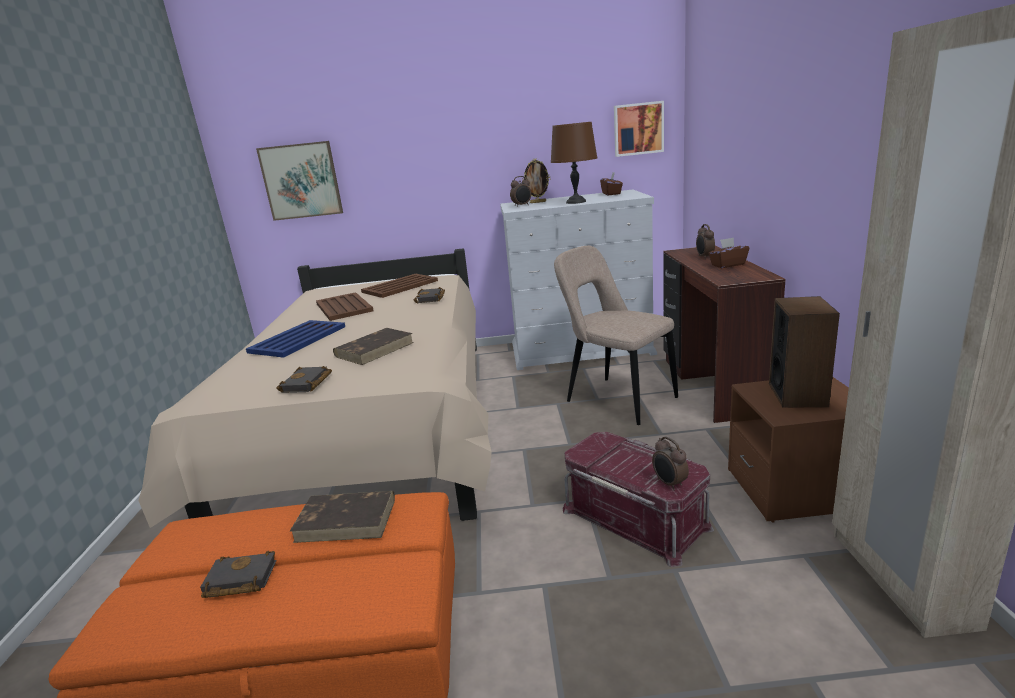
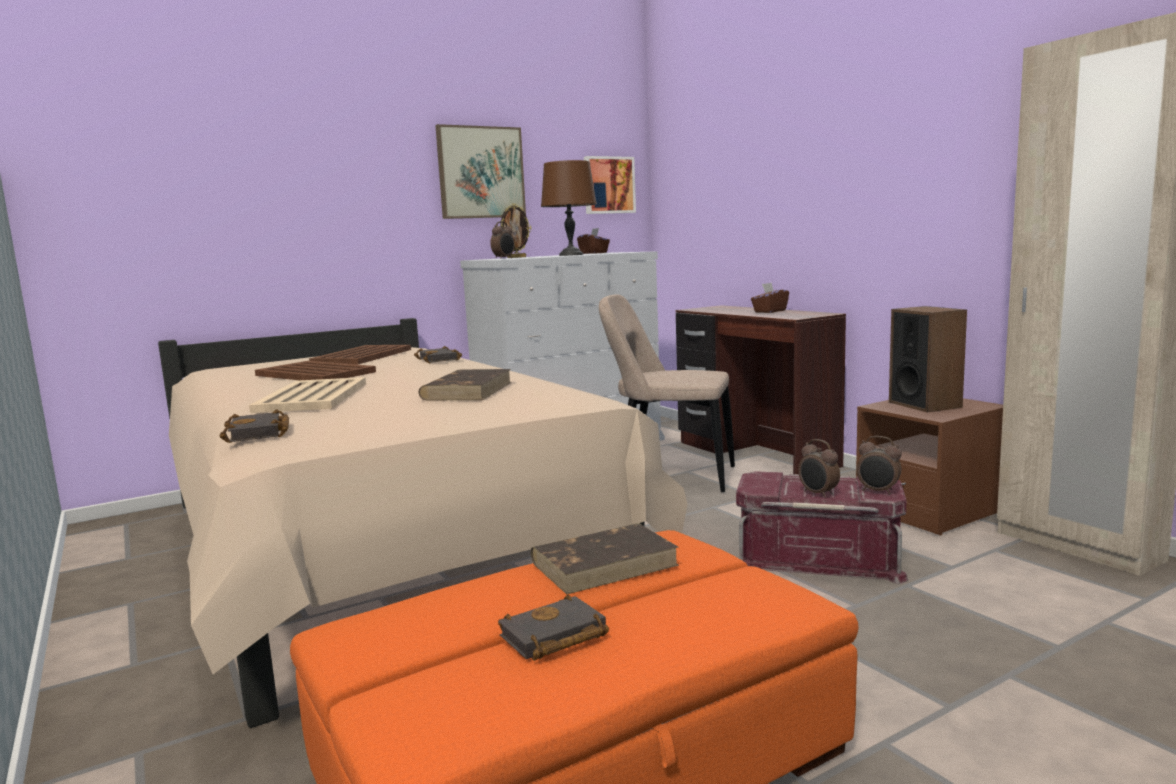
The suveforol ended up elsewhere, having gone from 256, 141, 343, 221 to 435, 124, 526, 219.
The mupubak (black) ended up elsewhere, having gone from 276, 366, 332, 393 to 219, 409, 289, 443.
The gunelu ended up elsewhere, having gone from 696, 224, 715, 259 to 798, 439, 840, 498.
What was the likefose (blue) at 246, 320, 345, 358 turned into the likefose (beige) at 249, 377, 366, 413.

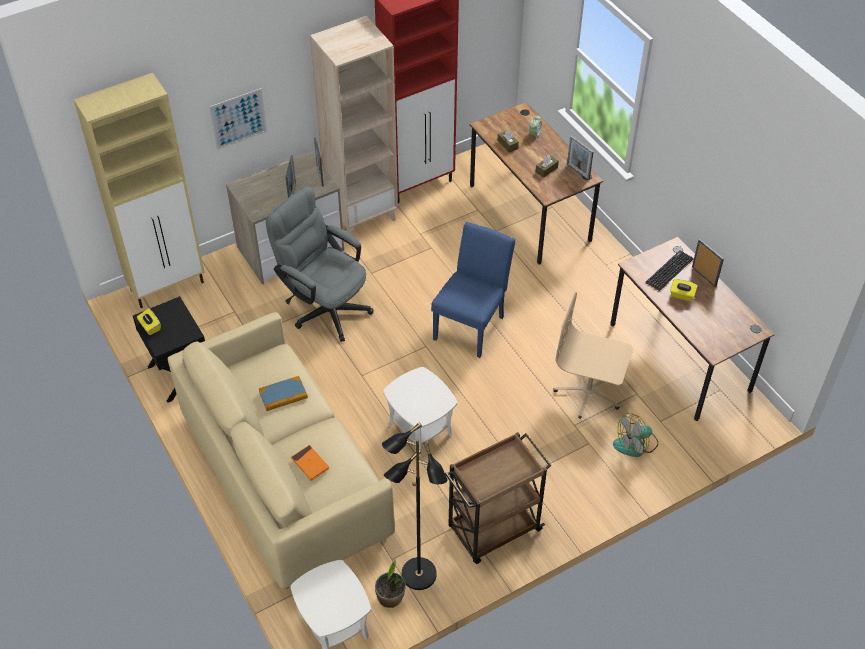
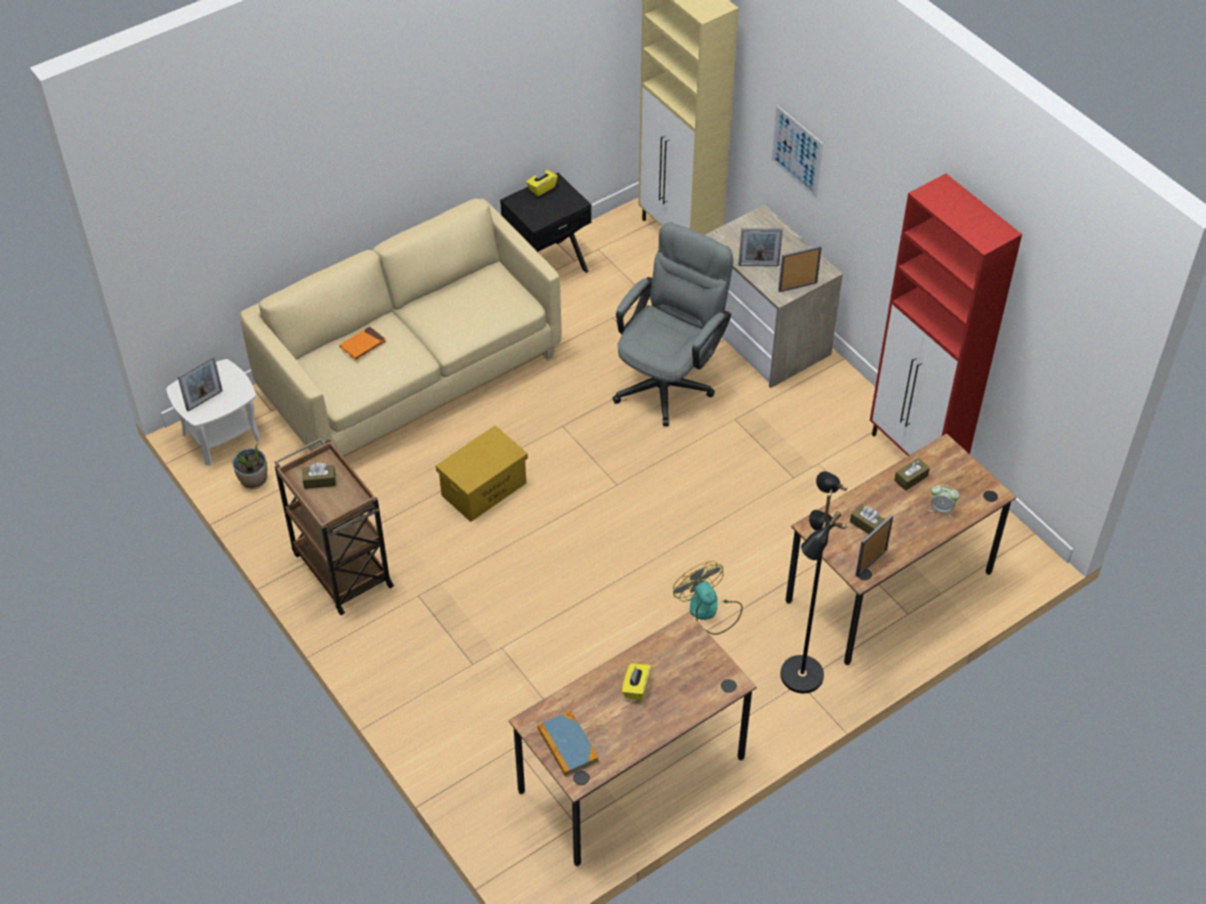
The second view lost the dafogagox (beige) at 310, 16, 398, 235.
The second view lost the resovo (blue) at 431, 222, 515, 358.
The second view lost the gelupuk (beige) at 554, 292, 633, 419.
The second view lost the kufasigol at 646, 250, 694, 291.
The second view gained the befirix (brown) at 302, 463, 336, 489.
The mupubak ended up elsewhere, having gone from 259, 376, 308, 411 to 537, 711, 599, 777.
The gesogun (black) ended up elsewhere, having gone from 382, 423, 448, 590 to 780, 471, 848, 693.
The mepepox ended up elsewhere, having gone from 613, 413, 658, 457 to 673, 561, 743, 635.
The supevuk ended up elsewhere, having gone from 692, 239, 724, 287 to 178, 356, 223, 412.
Where the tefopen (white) stood at 383, 367, 457, 456, the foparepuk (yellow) came to stand at 436, 426, 528, 522.

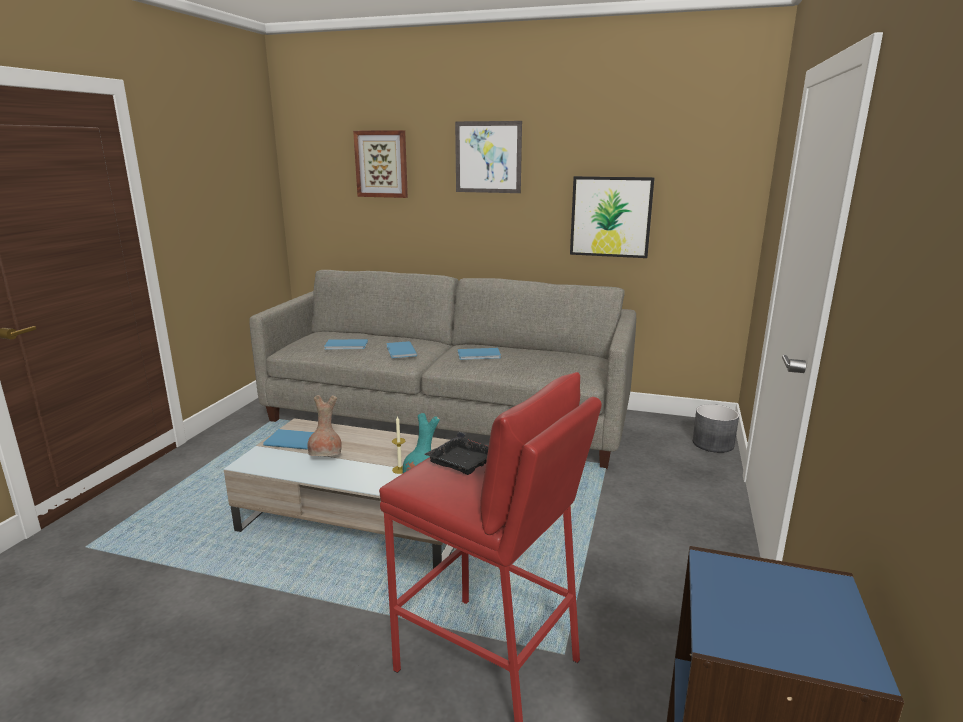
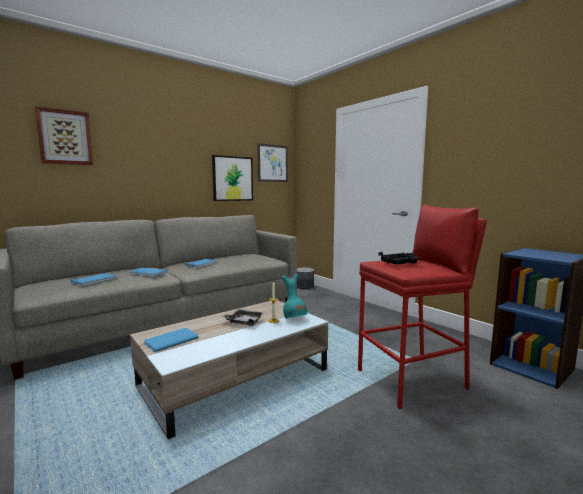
The second view lost the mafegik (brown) at 307, 395, 342, 456.
The second view gained the likefose (grey) at 222, 309, 263, 326.
The suveforol ended up elsewhere, having gone from 455, 121, 522, 193 to 257, 143, 288, 182.

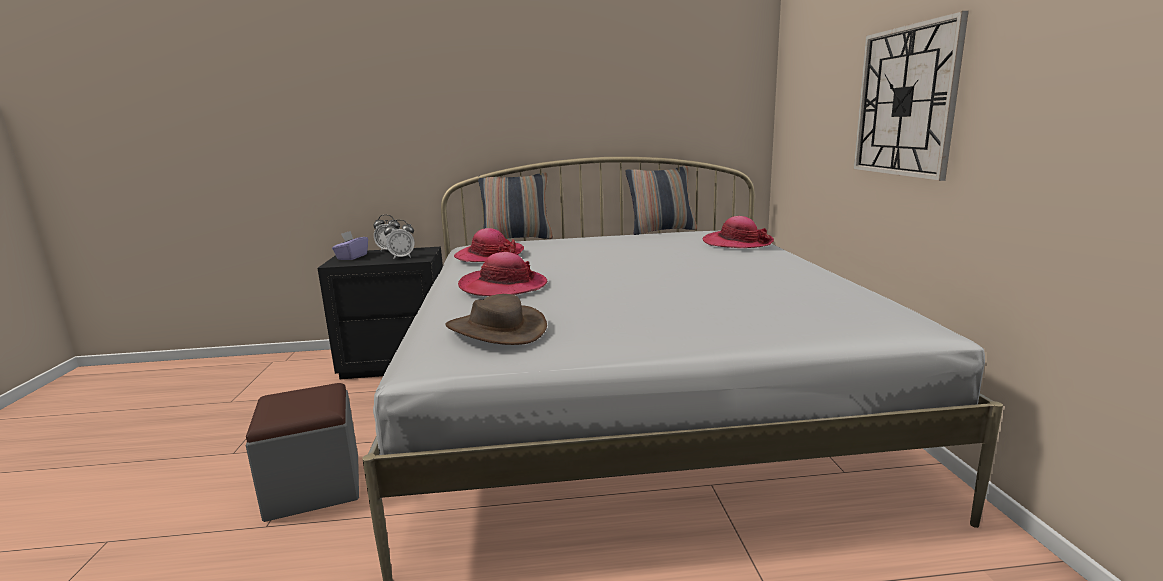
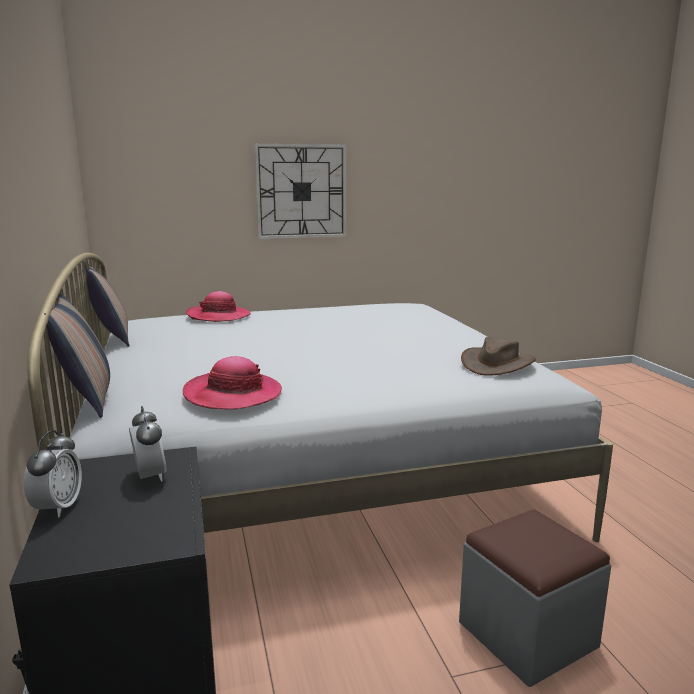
The second view lost the befirix (purple) at 332, 231, 368, 260.
The second view lost the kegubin at 458, 252, 548, 296.

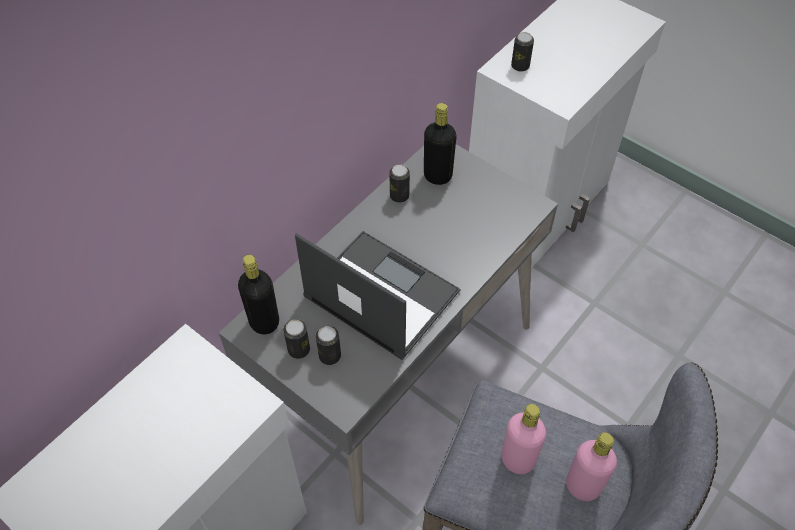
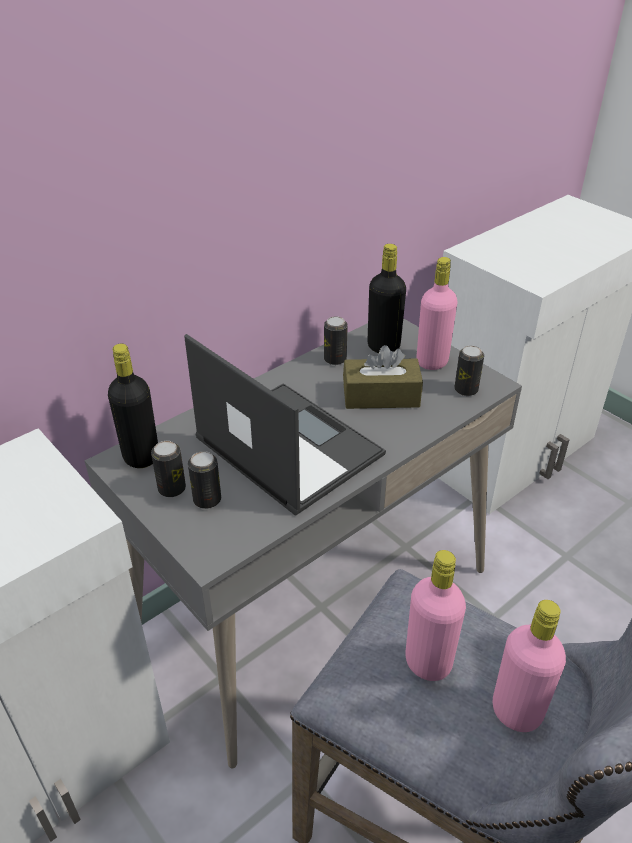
The second view gained the befirix (brown) at 343, 345, 423, 409.
The second view gained the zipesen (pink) at 417, 257, 458, 370.
The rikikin ended up elsewhere, having gone from 511, 32, 534, 72 to 454, 346, 484, 396.

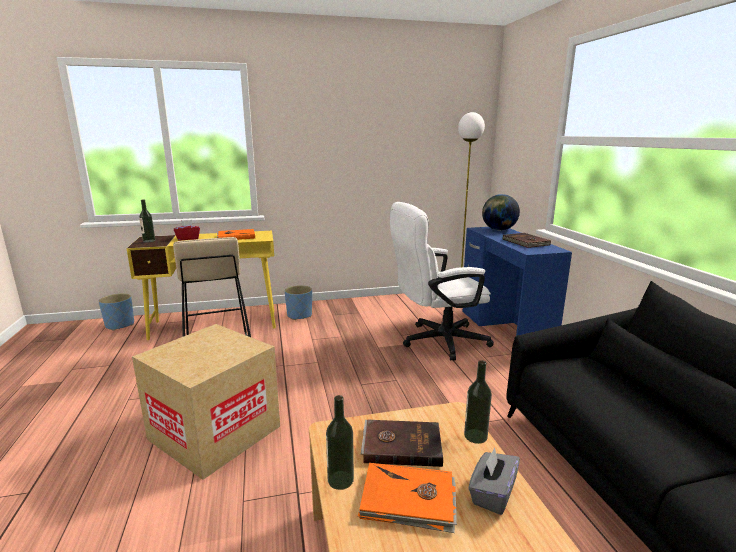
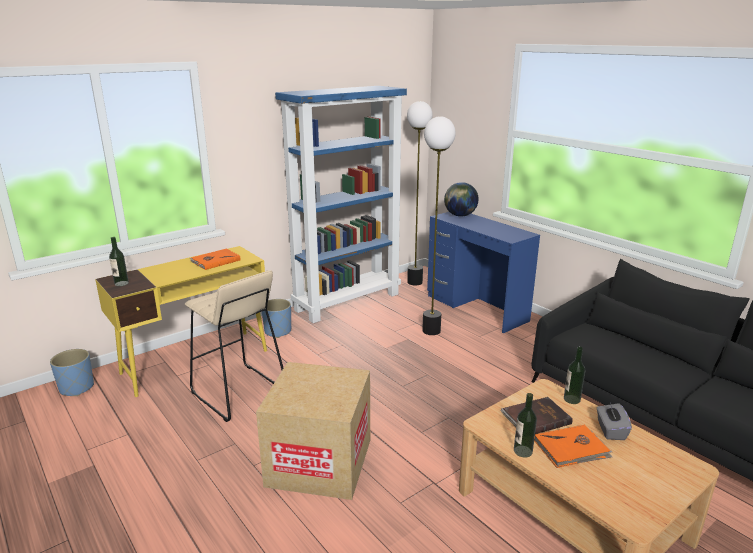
The second view lost the befirix (red) at 174, 220, 200, 240.
The second view lost the mupubak (brown) at 503, 233, 551, 248.
The second view gained the dafogagox (blue) at 275, 86, 407, 323.
Where the gelupuk (white) stood at 390, 202, 494, 361, the gesogun came to stand at 422, 116, 456, 335.

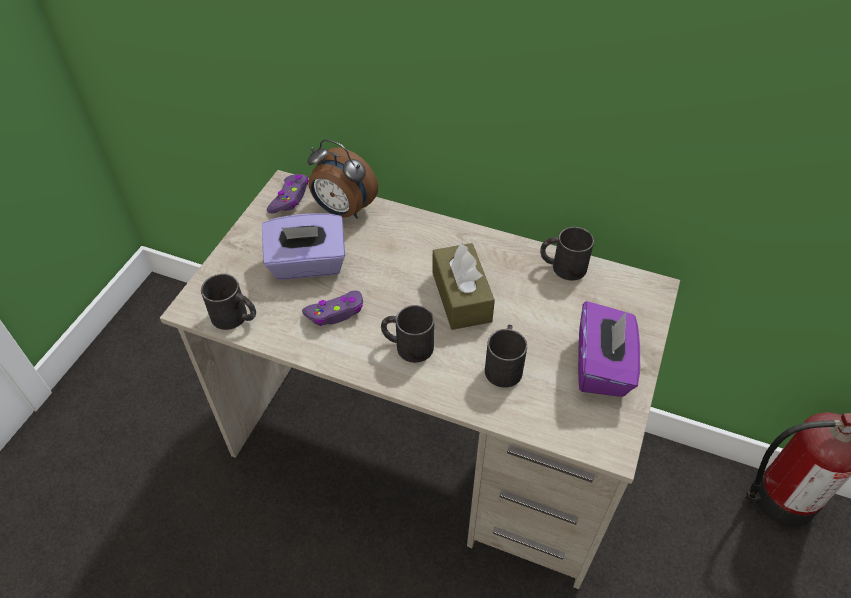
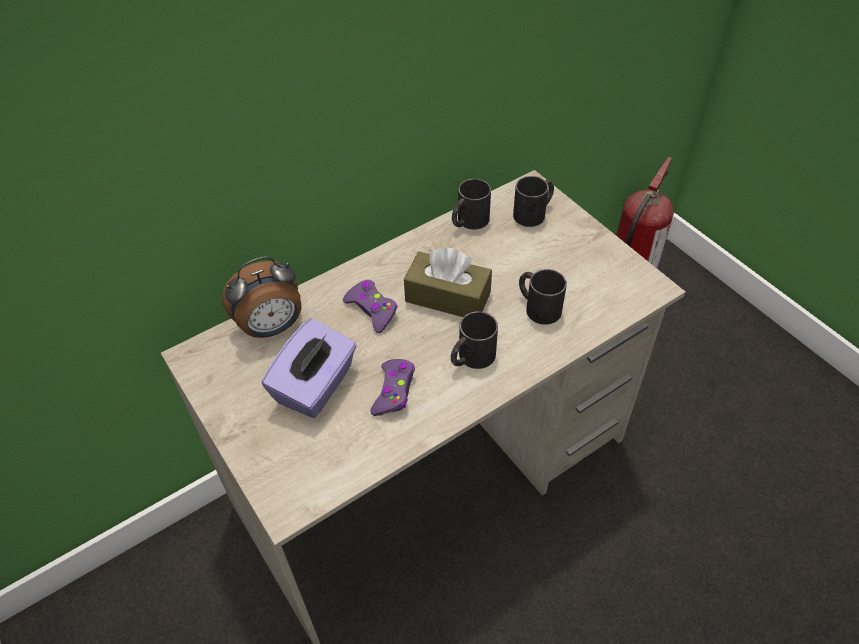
The second view lost the befirix (purple) at 578, 301, 640, 397.
The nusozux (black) ended up elsewhere, having gone from 201, 274, 256, 330 to 513, 176, 554, 227.
The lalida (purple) ended up elsewhere, having gone from 267, 174, 308, 213 to 343, 280, 398, 333.

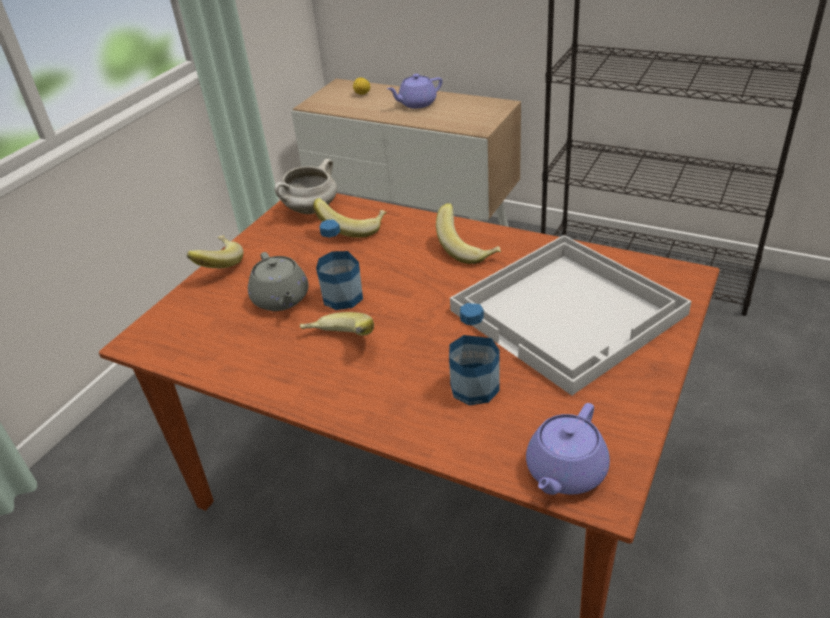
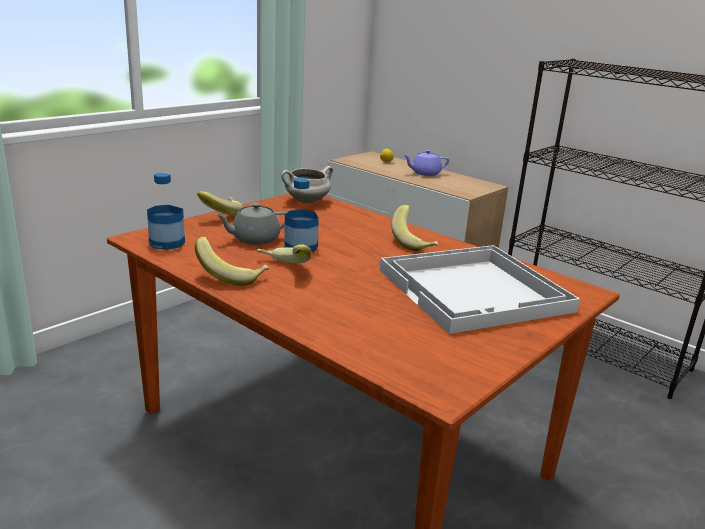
The second view lost the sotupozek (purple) at 526, 403, 610, 495.
The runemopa ended up elsewhere, having gone from 313, 198, 387, 238 to 195, 237, 269, 286.
The zipesen ended up elsewhere, having gone from 449, 303, 499, 405 to 147, 172, 185, 250.
The sotupozek (grey) at 248, 252, 309, 311 ended up facing another way, 75 degrees clockwise from before.

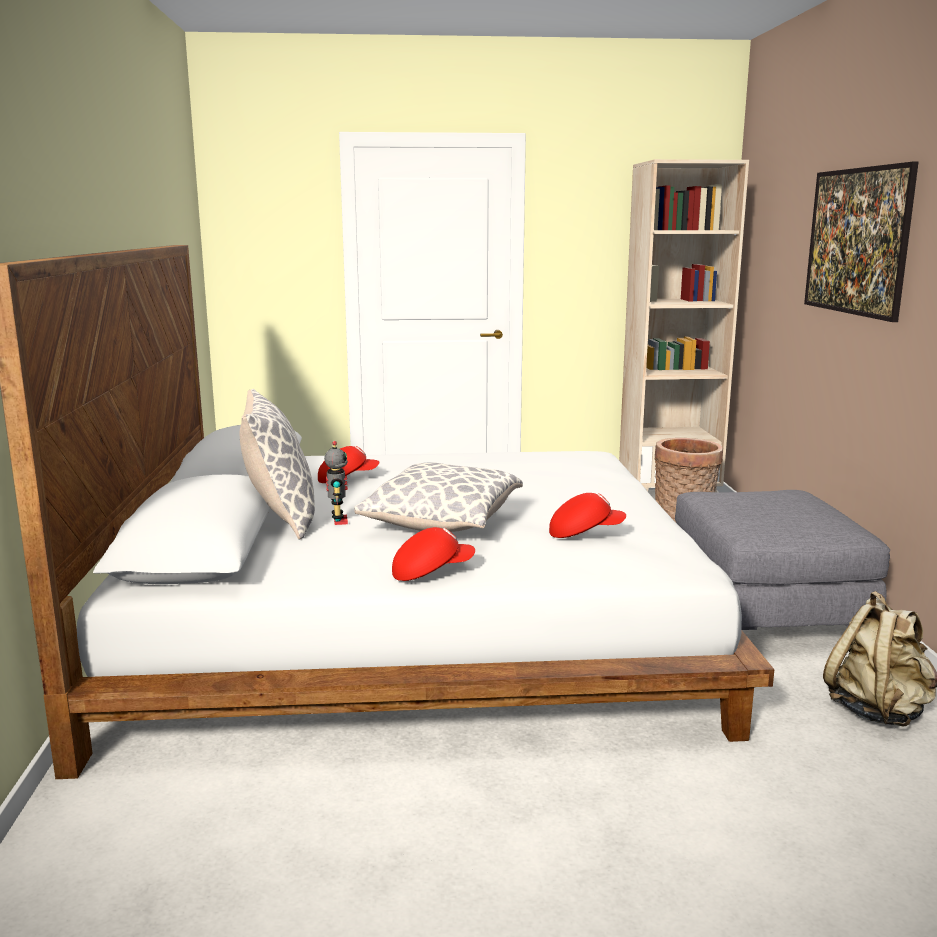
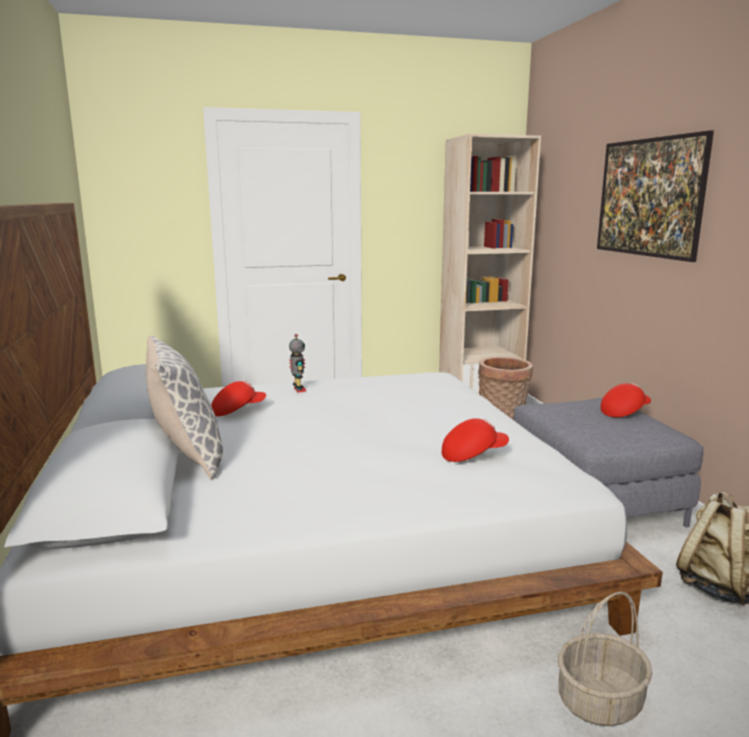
The second view lost the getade at 354, 462, 523, 532.
The second view gained the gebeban at 558, 592, 653, 726.
The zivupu ended up elsewhere, having gone from 324, 441, 348, 525 to 289, 334, 306, 393.
The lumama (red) ended up elsewhere, having gone from 392, 527, 475, 581 to 600, 383, 651, 417.

